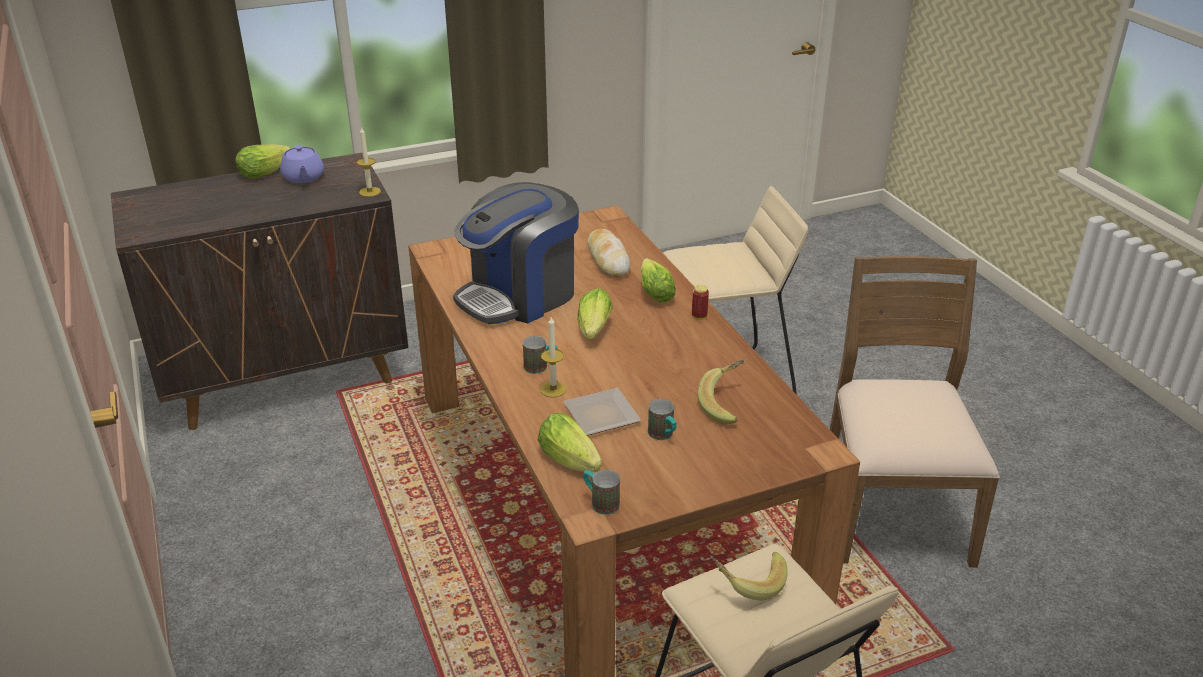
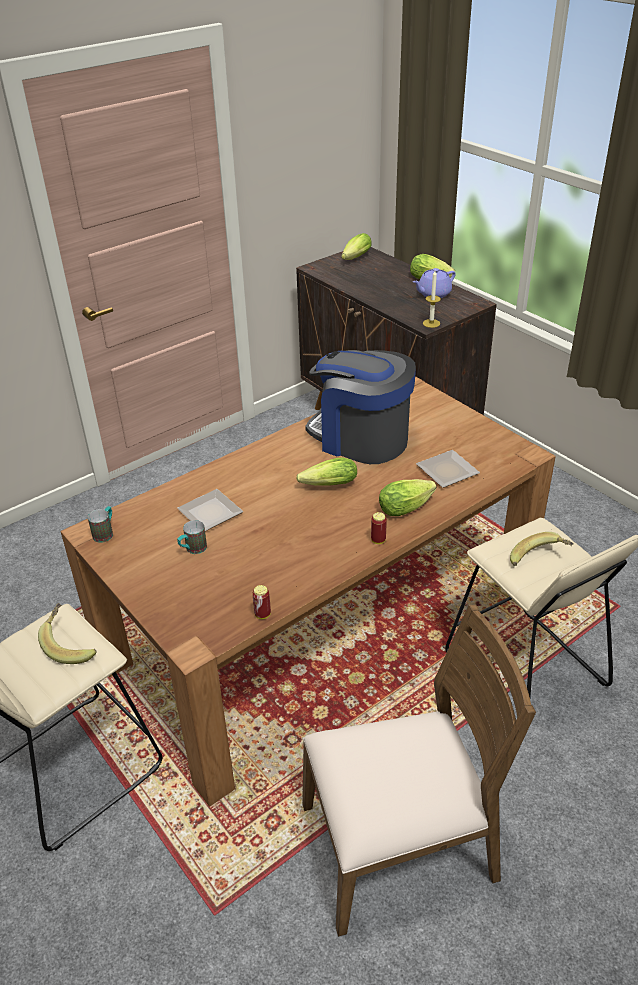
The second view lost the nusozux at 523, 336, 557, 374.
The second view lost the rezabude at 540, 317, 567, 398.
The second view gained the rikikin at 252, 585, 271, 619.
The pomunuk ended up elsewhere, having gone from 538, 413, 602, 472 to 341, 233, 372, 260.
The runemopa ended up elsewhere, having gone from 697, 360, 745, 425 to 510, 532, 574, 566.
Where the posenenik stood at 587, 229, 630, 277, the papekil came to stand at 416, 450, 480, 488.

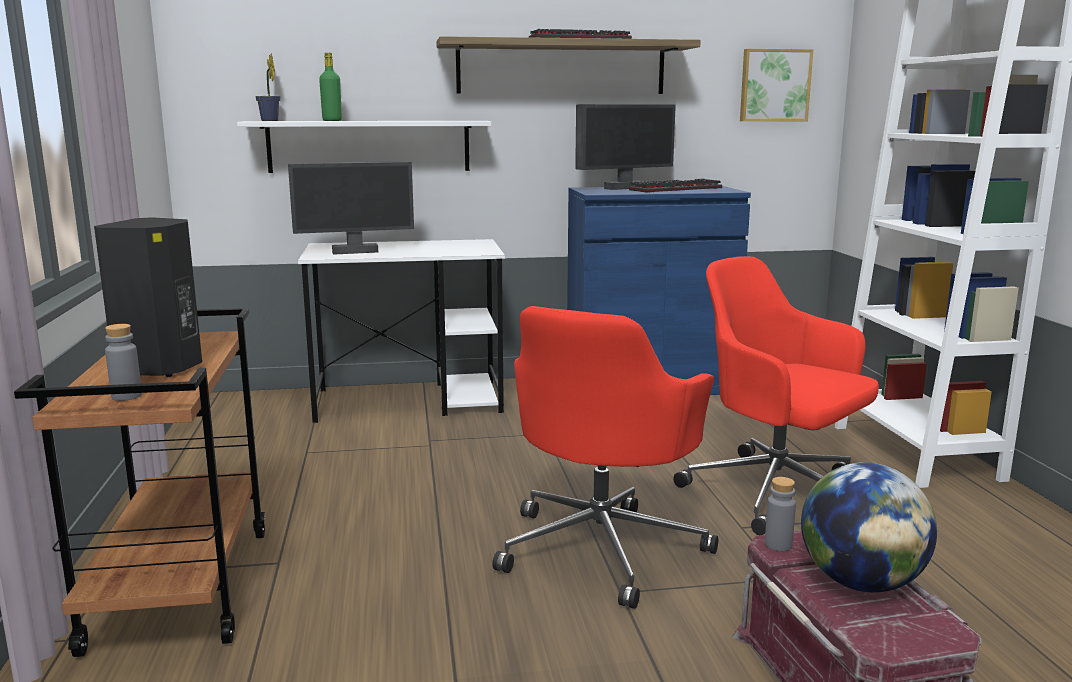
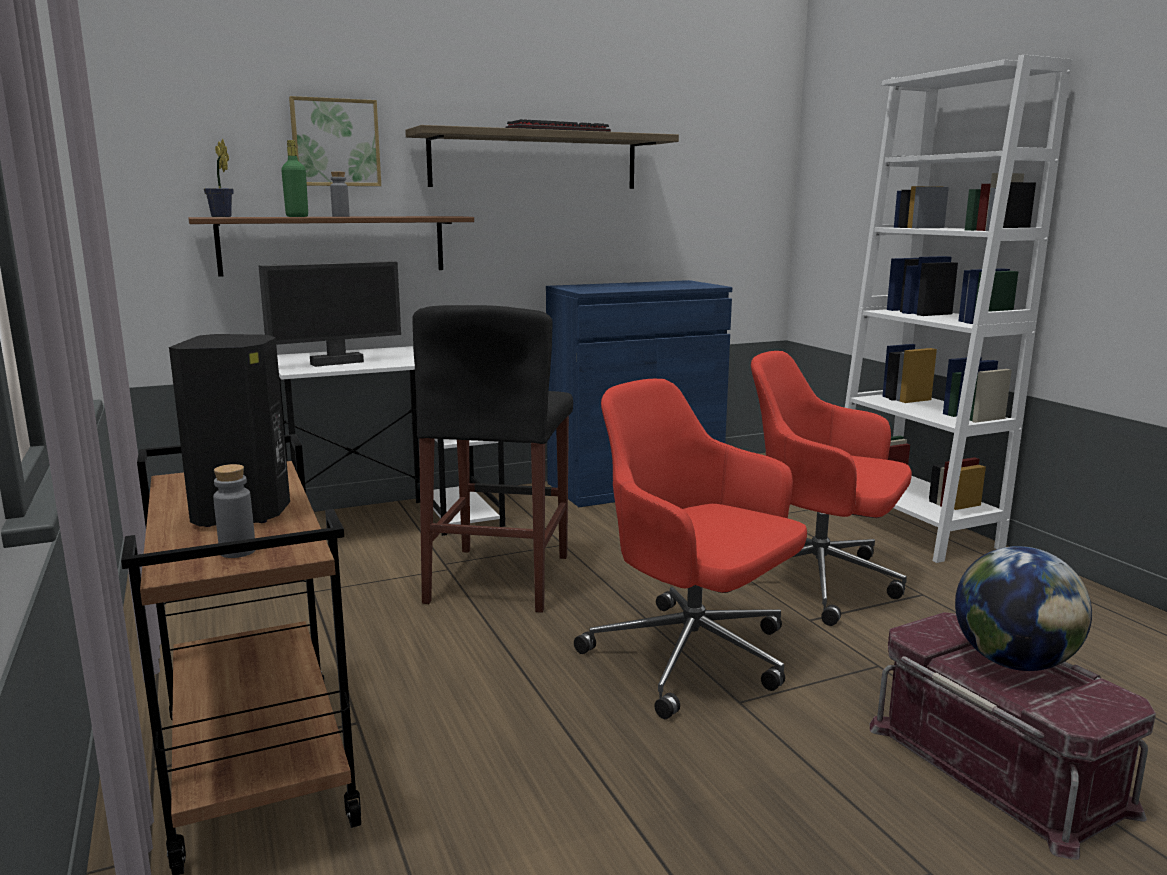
The second view lost the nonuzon at 575, 104, 676, 190.
The second view lost the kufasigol at 629, 179, 722, 193.
The second view gained the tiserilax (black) at 412, 305, 573, 613.
The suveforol ended up elsewhere, having gone from 740, 49, 813, 121 to 289, 96, 381, 186.
The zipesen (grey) ended up elsewhere, having gone from 765, 477, 796, 551 to 330, 172, 349, 217.
What was the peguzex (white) at 237, 121, 492, 173 turned into the peguzex (brown) at 188, 216, 474, 277.
The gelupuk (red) at 492, 306, 718, 609 ended up facing another way, 120 degrees clockwise from before.

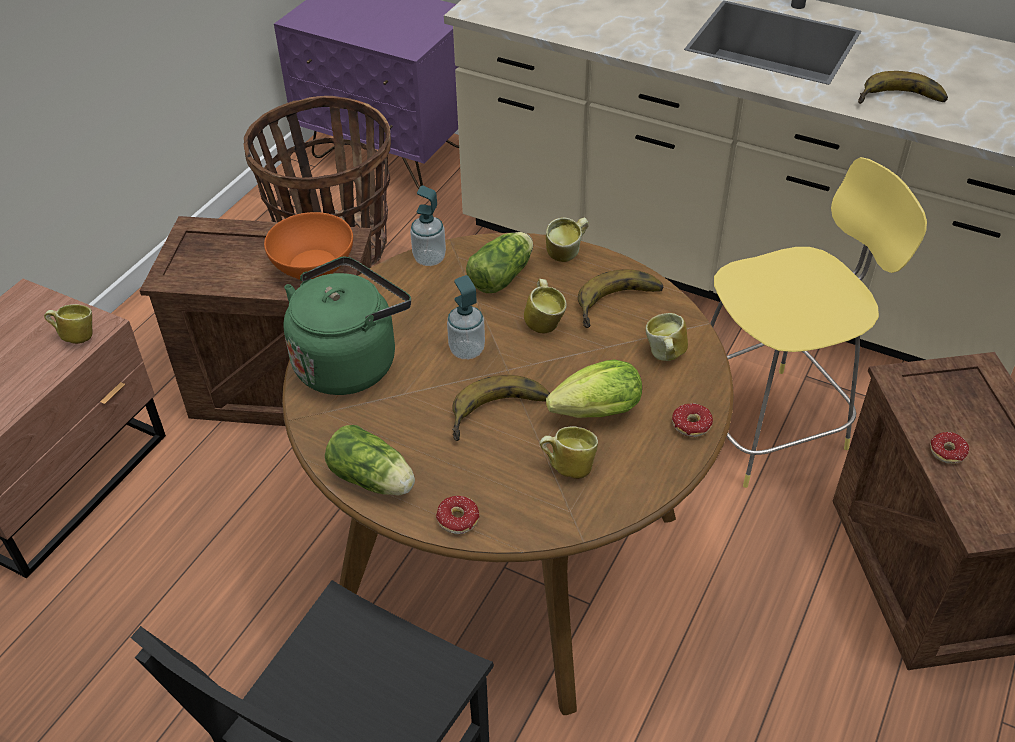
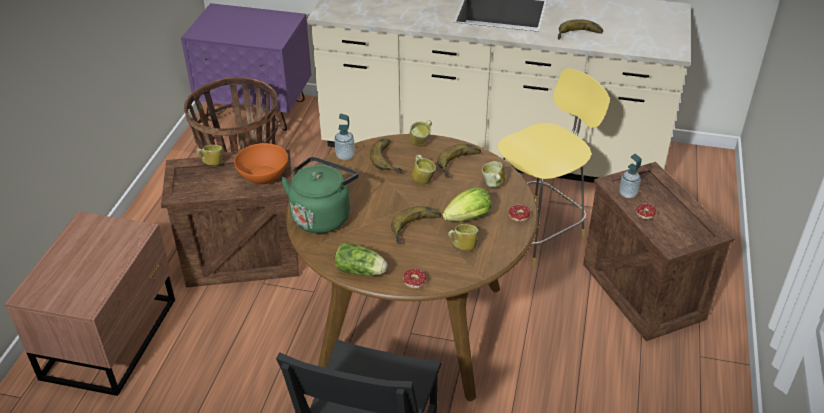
The nusozux ended up elsewhere, having gone from 44, 304, 92, 344 to 196, 145, 223, 166.
The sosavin ended up elsewhere, having gone from 447, 275, 485, 359 to 619, 154, 642, 198.
Where the pomunuk stood at 466, 232, 533, 293, the runemopa came to stand at 370, 138, 403, 174.

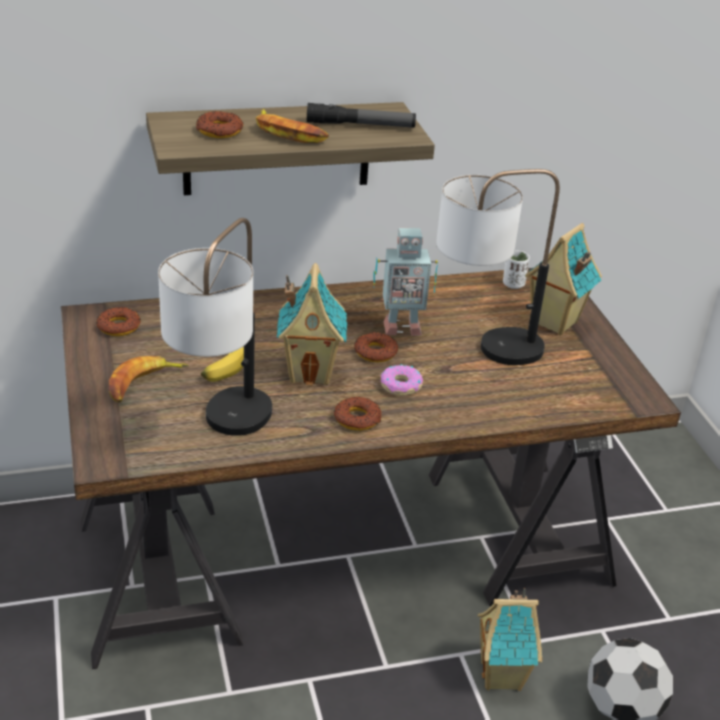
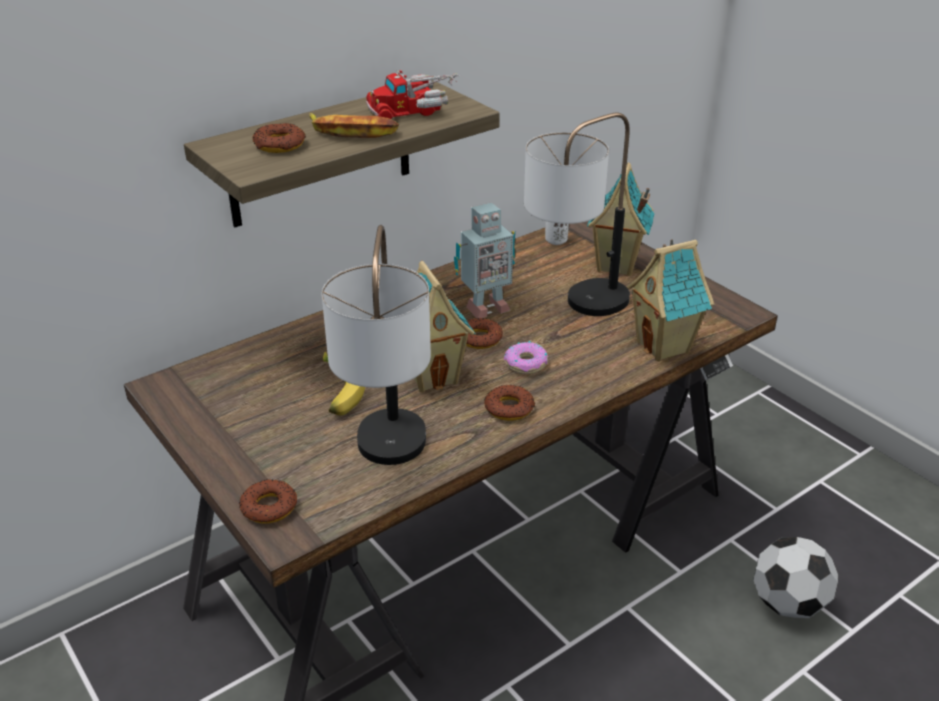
The second view lost the runemopa at 109, 356, 189, 403.
The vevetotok ended up elsewhere, having gone from 96, 307, 141, 336 to 239, 479, 297, 523.
The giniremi ended up elsewhere, having gone from 478, 588, 542, 691 to 627, 239, 714, 361.
Where the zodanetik stood at 307, 103, 416, 128, the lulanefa came to stand at 366, 70, 459, 119.

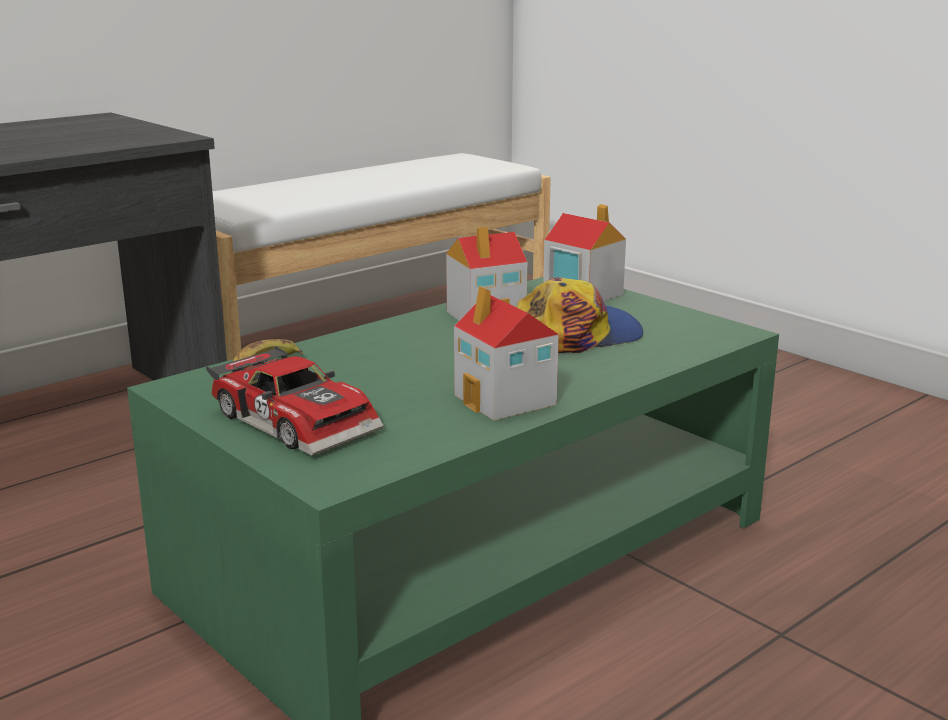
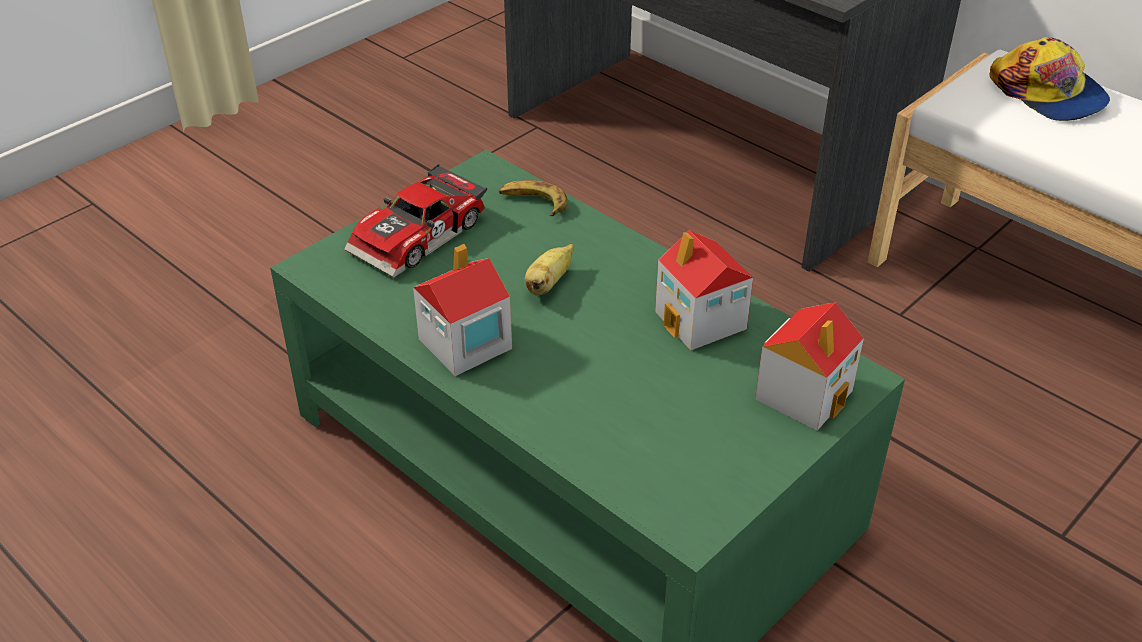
The second view gained the runemopa at 525, 244, 574, 296.
The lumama ended up elsewhere, having gone from 516, 277, 643, 353 to 989, 37, 1110, 121.

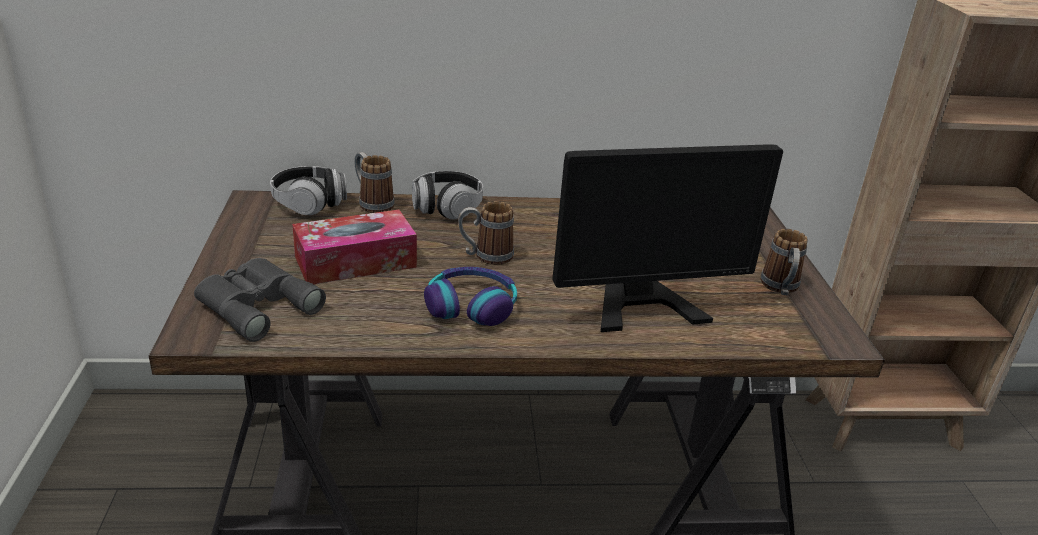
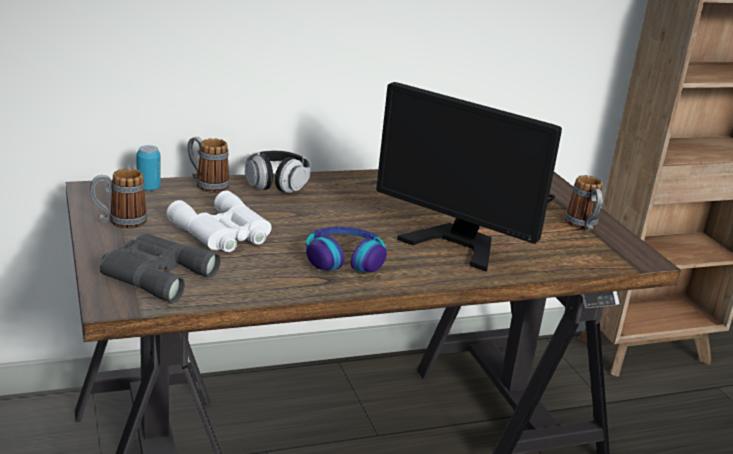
The nusozux ended up elsewhere, having gone from 458, 201, 514, 265 to 90, 168, 147, 229.
Where the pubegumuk stood at 270, 166, 347, 215, the rikikin came to stand at 136, 145, 161, 191.
Where the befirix stood at 292, 209, 417, 284, the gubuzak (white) came to stand at 167, 191, 272, 252.
The nonuzon at 552, 144, 783, 332 ended up facing another way, 60 degrees clockwise from before.

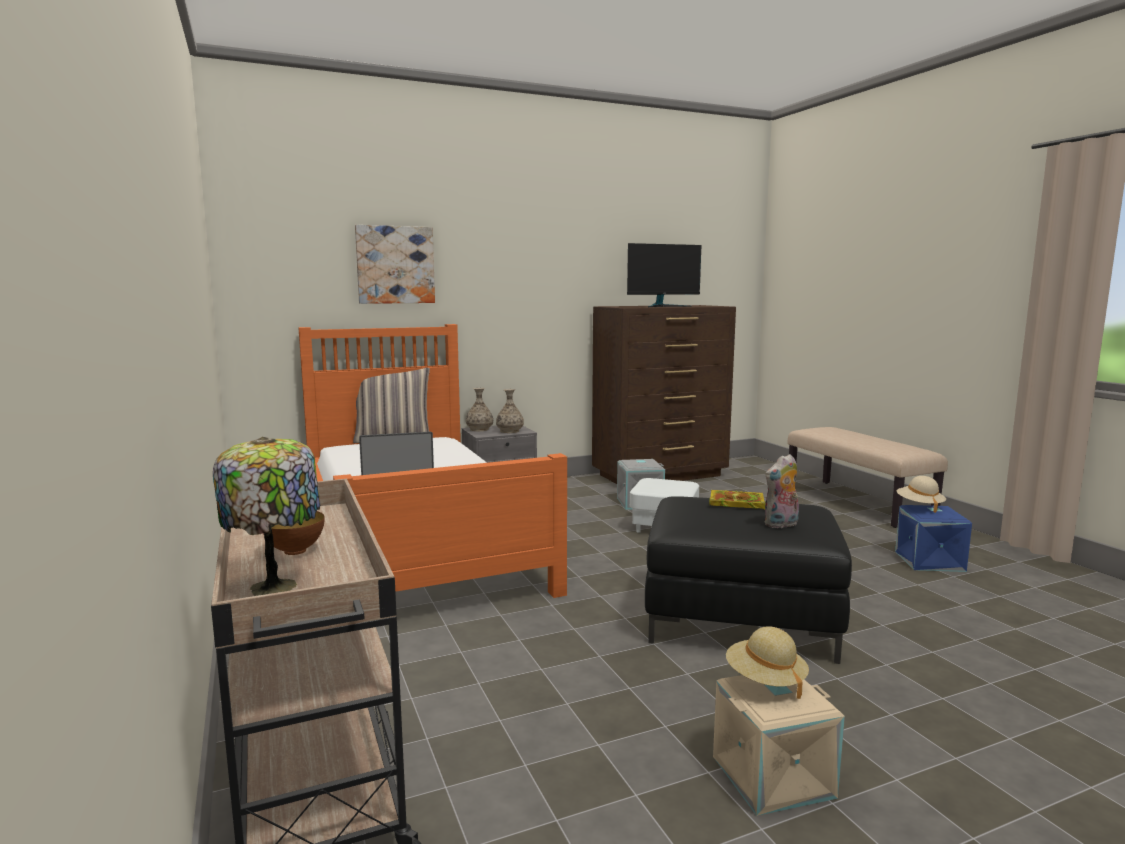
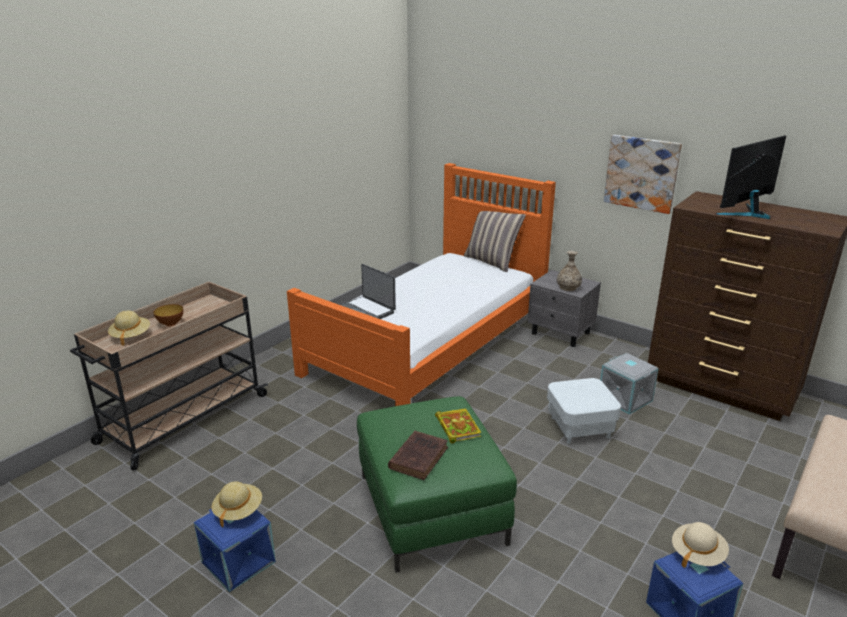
The second view lost the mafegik at 466, 388, 493, 431.
The suveforol ended up elsewhere, having gone from 355, 225, 435, 304 to 604, 135, 682, 214.
Where the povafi stood at 213, 437, 321, 596, the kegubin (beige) came to stand at 108, 311, 150, 346.
Where the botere stood at 764, 454, 799, 529, the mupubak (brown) came to stand at 388, 431, 448, 480.
What was the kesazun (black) at 645, 496, 852, 664 turned into the kesazun (green) at 357, 396, 517, 573.
What was the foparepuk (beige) at 713, 675, 845, 816 turned into the foparepuk (blue) at 194, 509, 276, 592.
The nonuzon at 627, 243, 701, 307 ended up facing another way, 105 degrees clockwise from before.

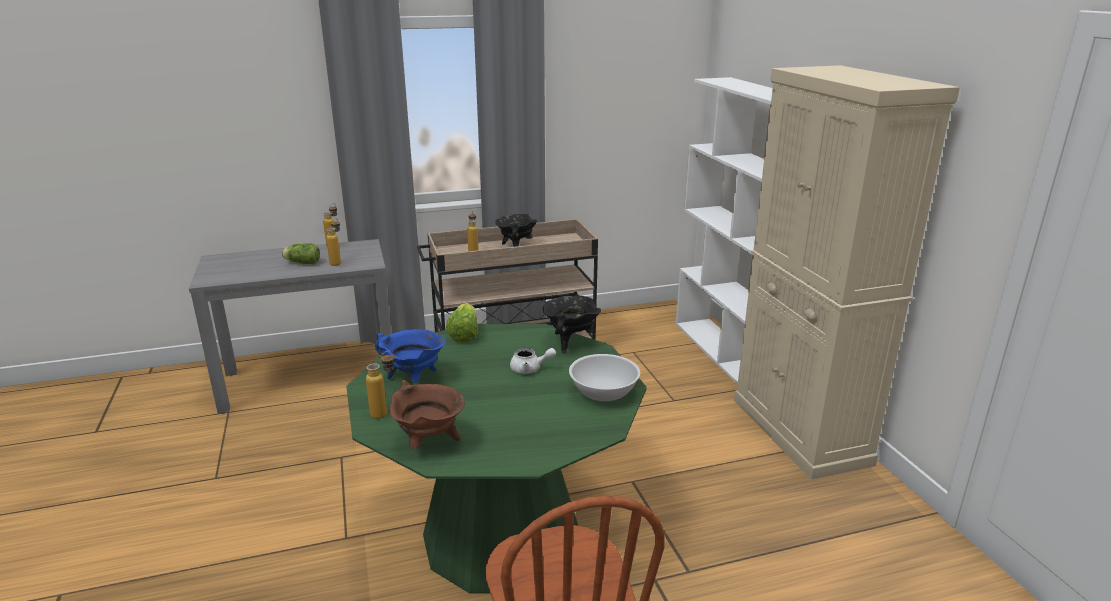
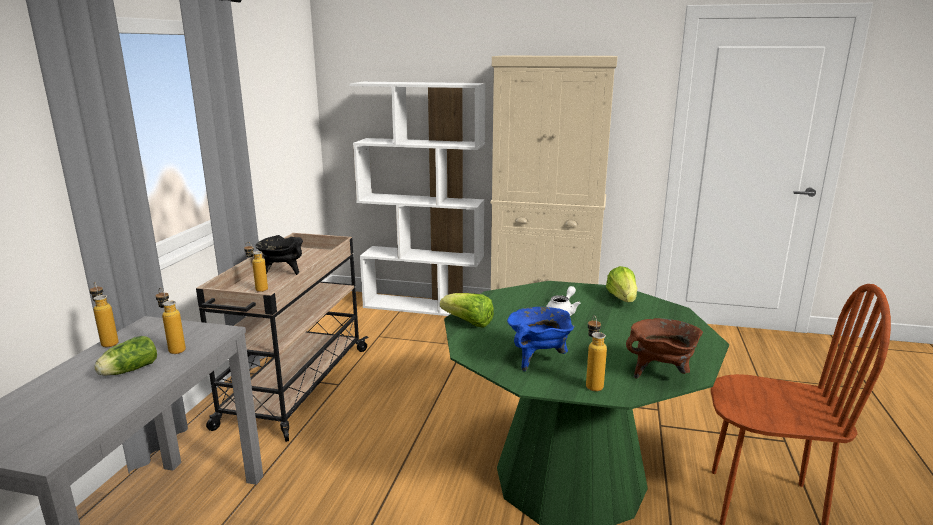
The second view lost the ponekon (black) at 543, 296, 601, 354.
Where the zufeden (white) stood at 569, 354, 640, 401, the pomunuk came to stand at 606, 266, 637, 302.

